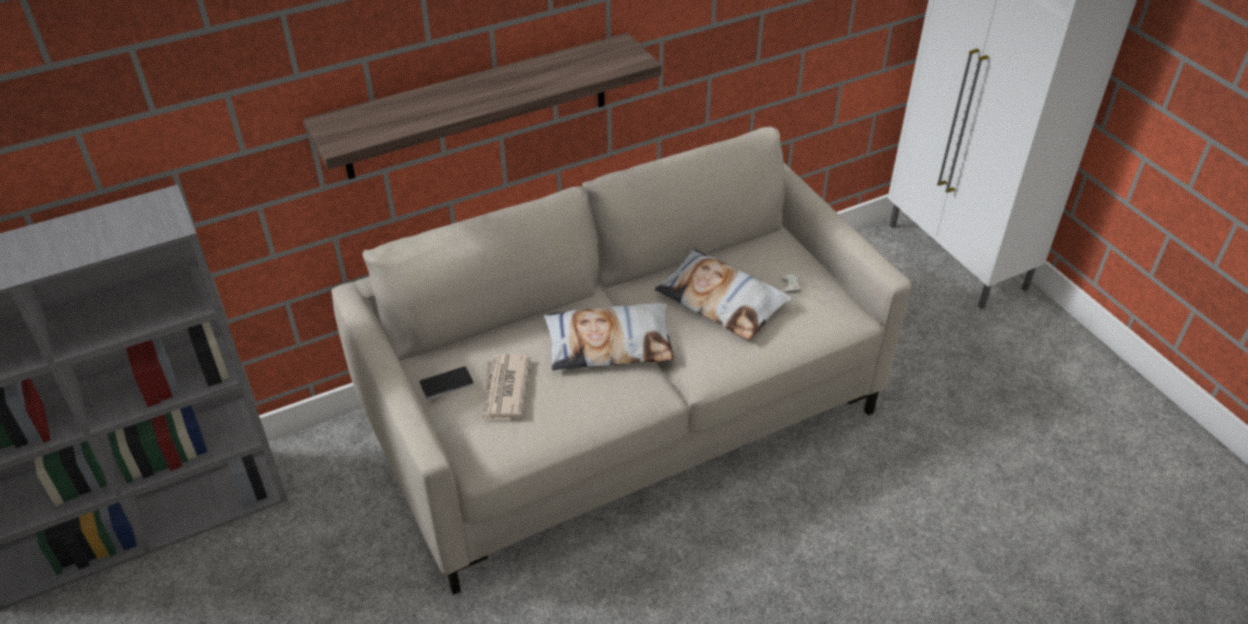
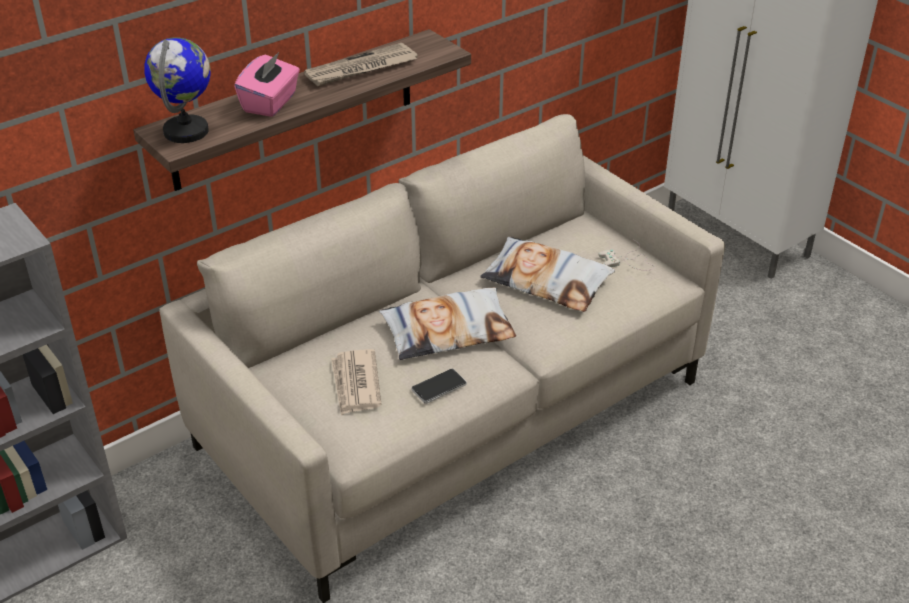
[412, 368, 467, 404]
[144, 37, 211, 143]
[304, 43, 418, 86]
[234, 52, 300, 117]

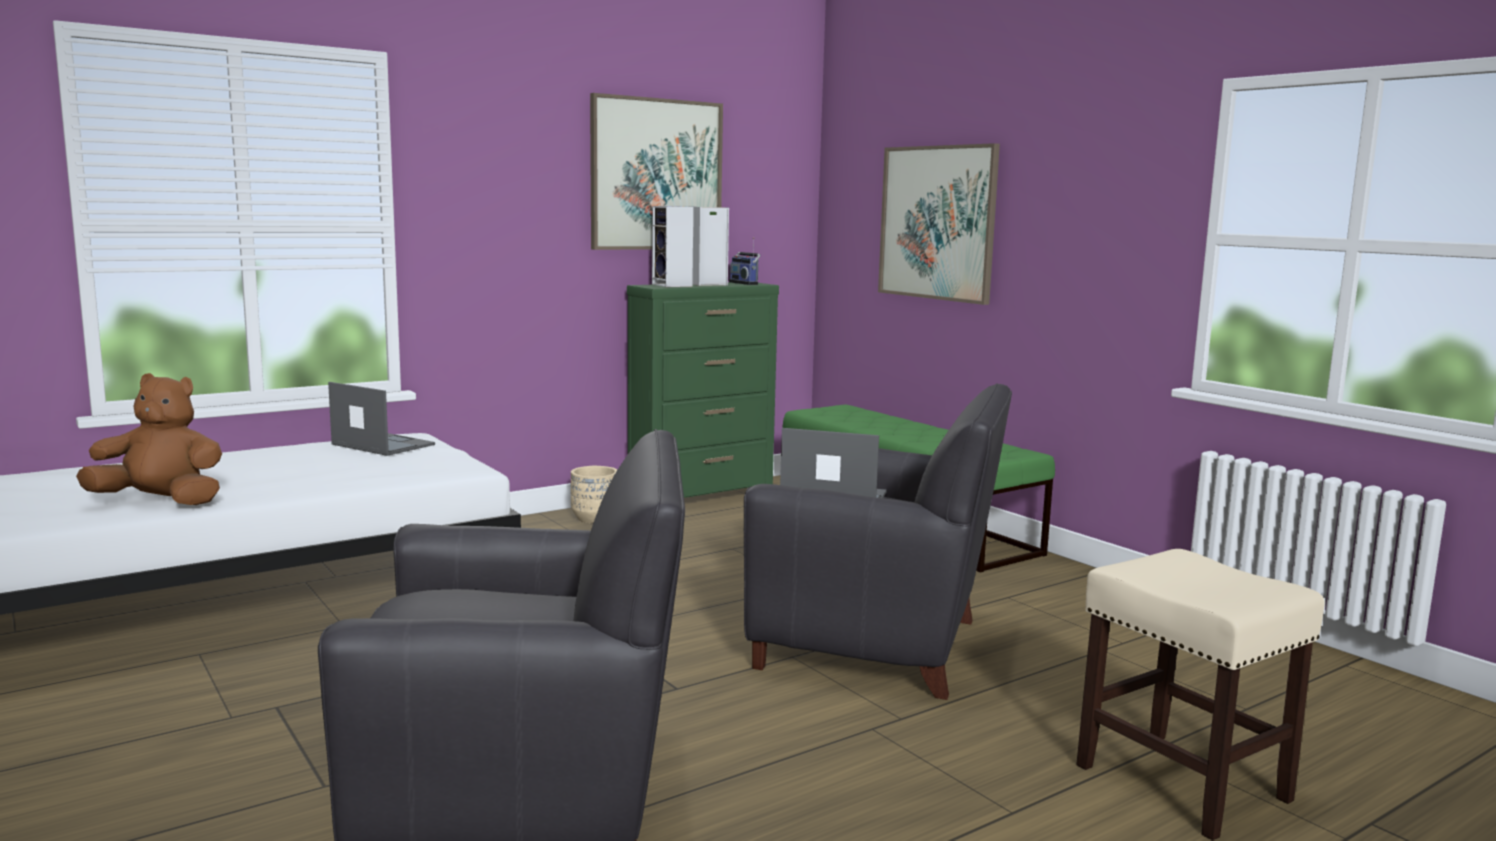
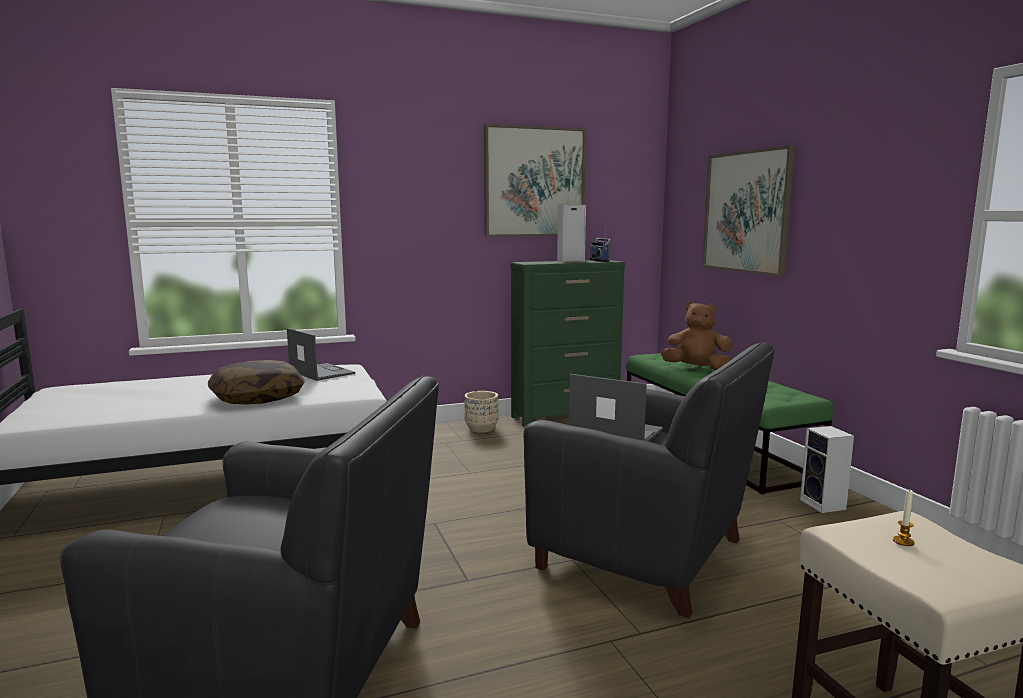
[800, 426, 854, 513]
[661, 301, 732, 370]
[208, 360, 305, 404]
[893, 489, 915, 546]

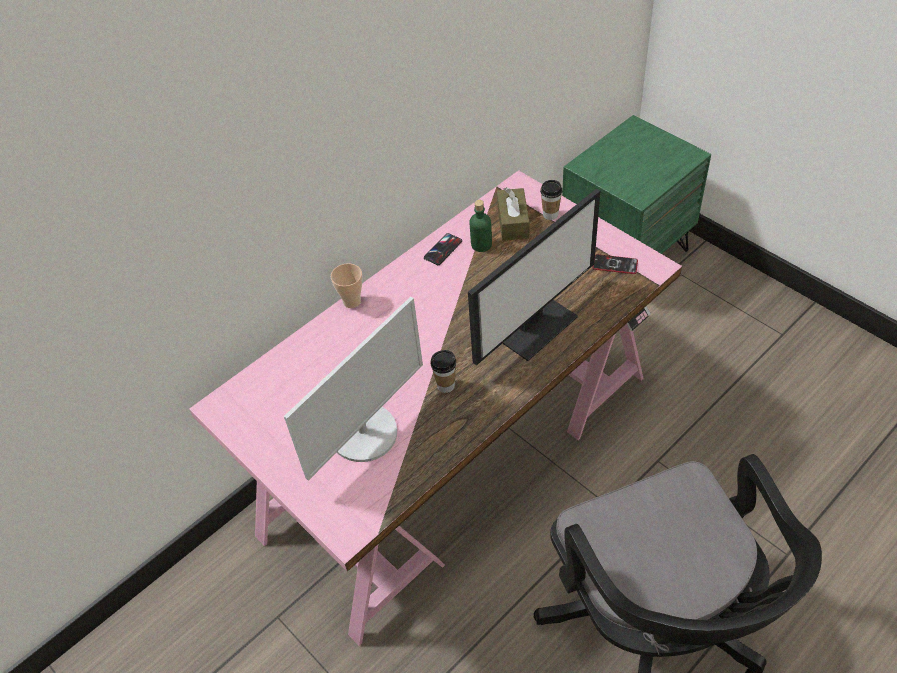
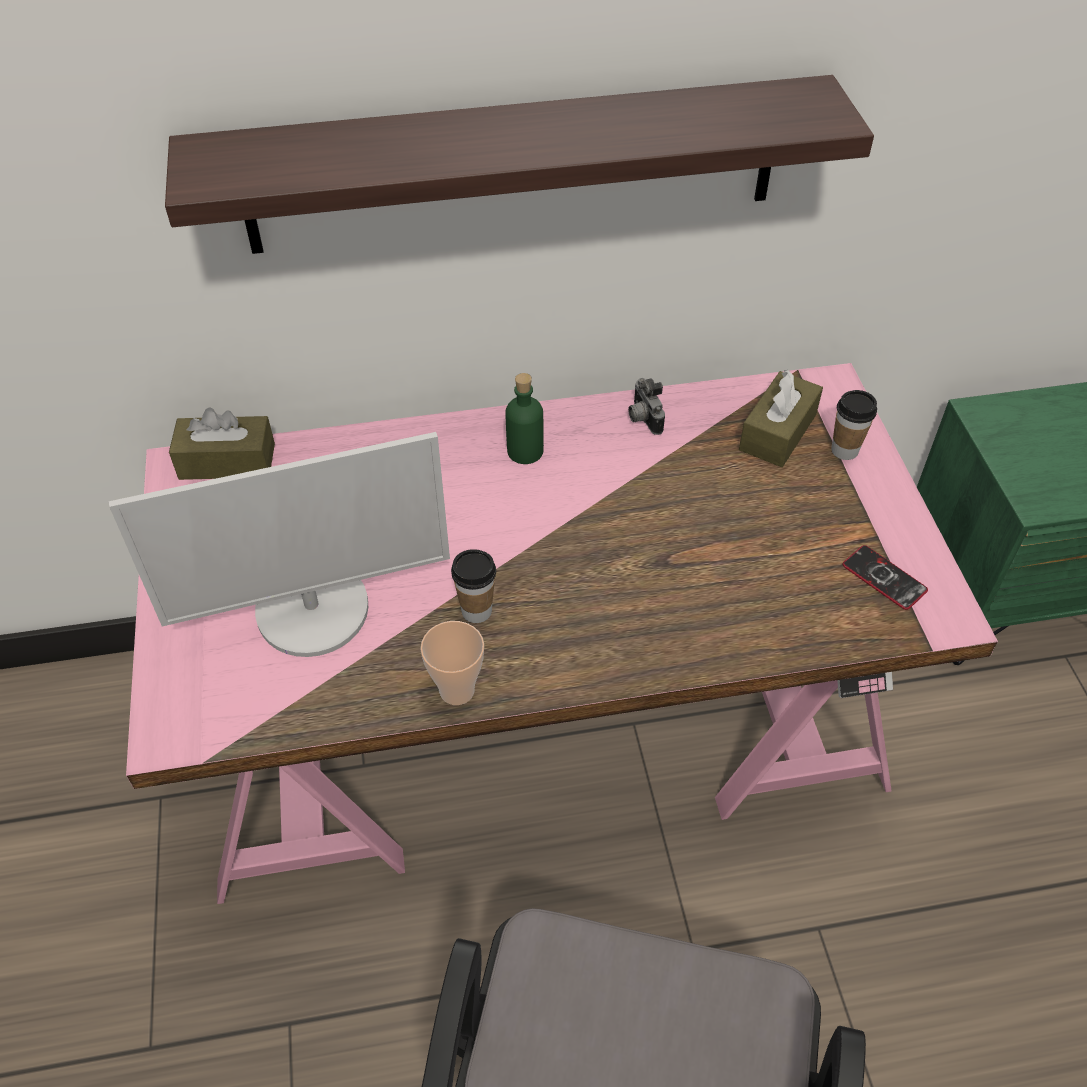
[468, 189, 600, 366] (first image)
[505, 373, 544, 464]
[628, 378, 665, 435]
[420, 621, 484, 705]
[165, 75, 874, 254]
[169, 407, 275, 480]

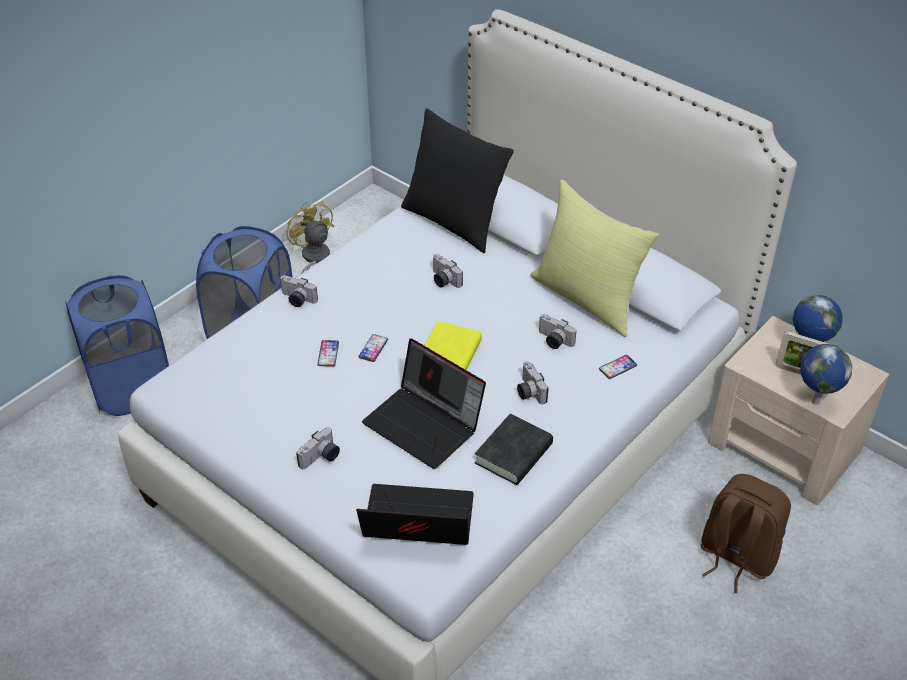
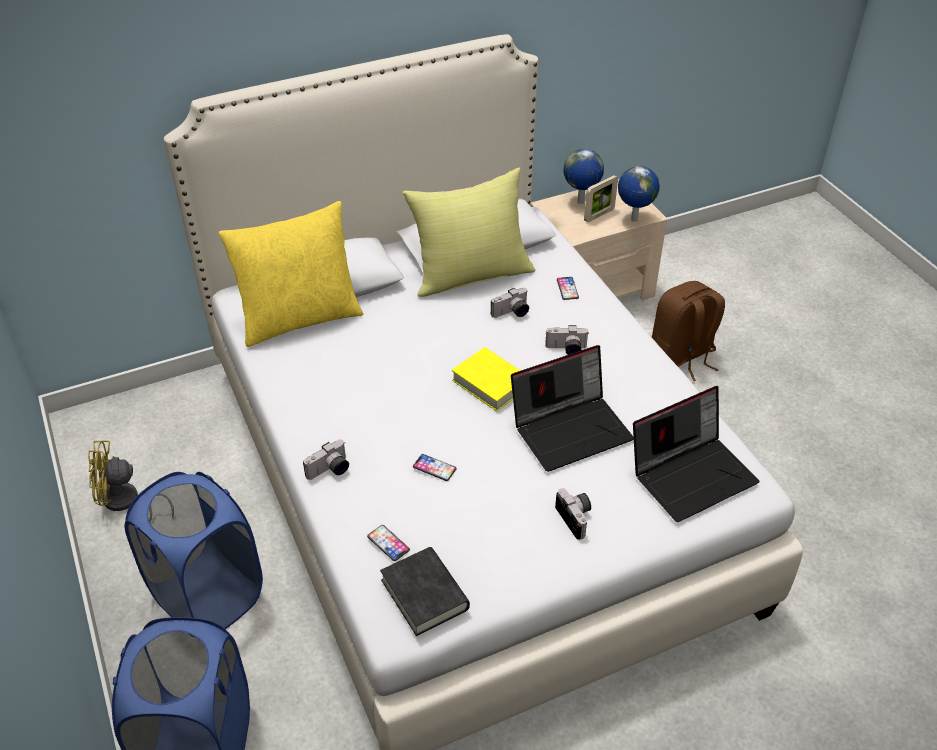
[219, 201, 363, 347]
[432, 254, 463, 288] (first image)
[367, 525, 410, 561]
[380, 547, 470, 636]
[633, 386, 760, 522]

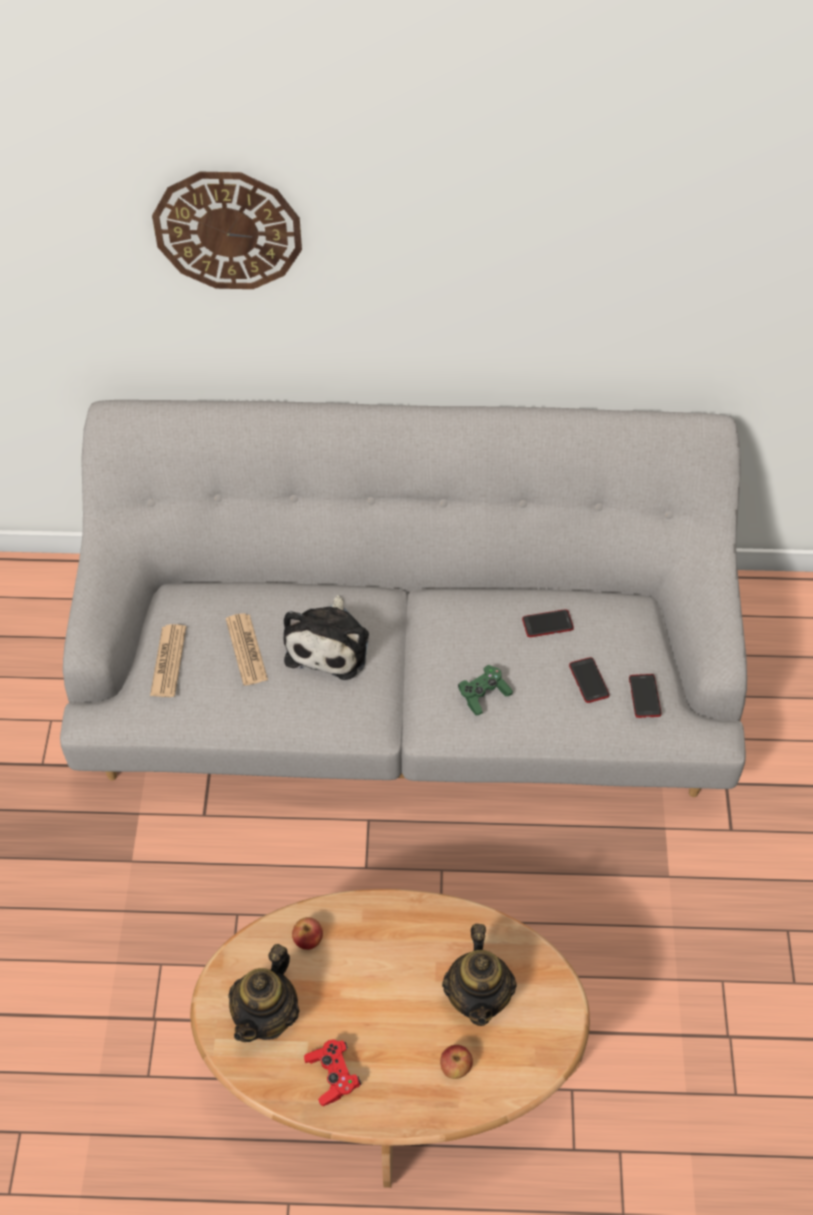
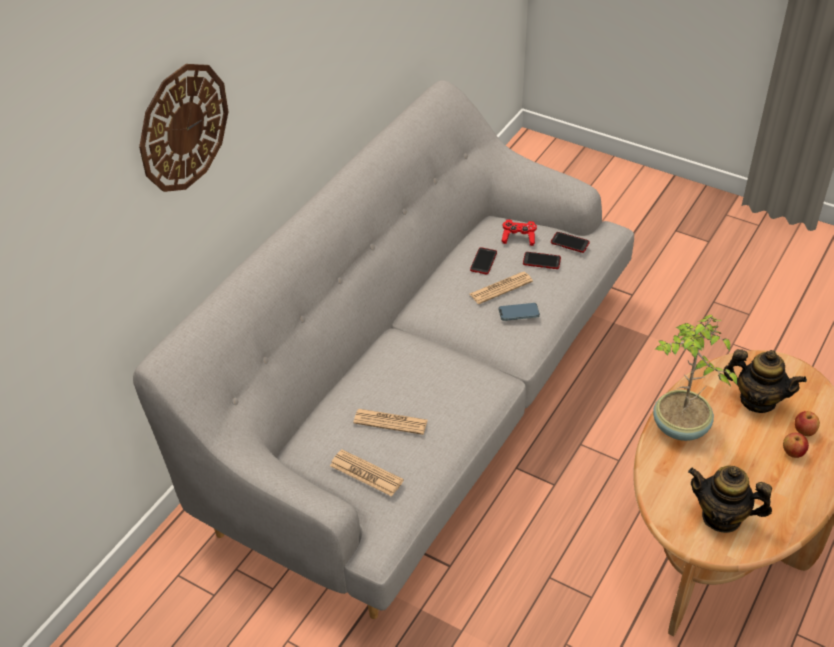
[284, 595, 369, 680] (first image)
[499, 303, 540, 321]
[783, 432, 809, 458]
[688, 466, 772, 533]
[501, 220, 537, 246]
[470, 272, 533, 304]
[653, 315, 737, 441]

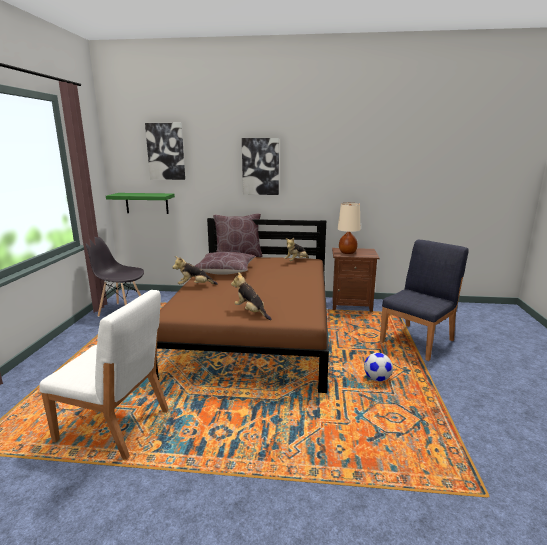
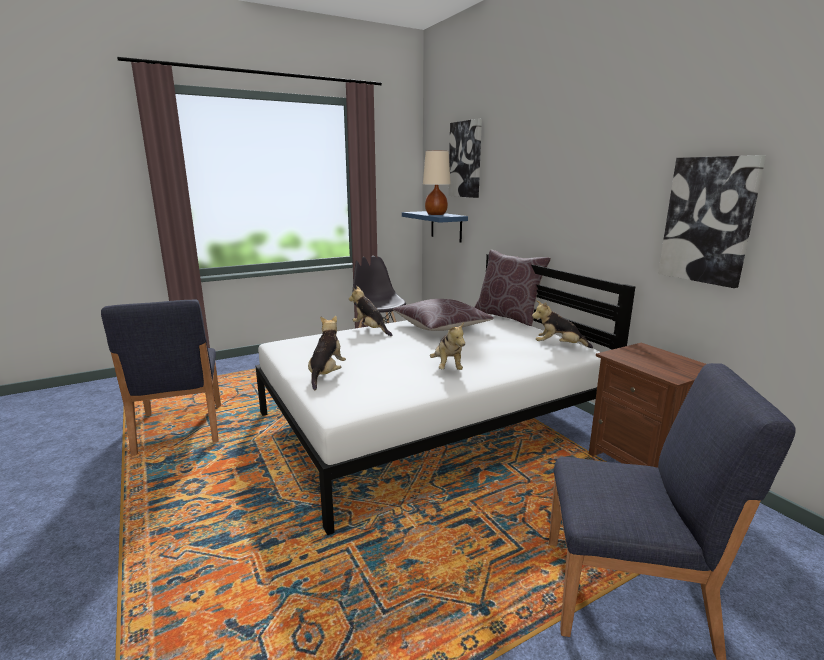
[658, 155, 766, 288]
[402, 211, 468, 243]
[423, 151, 451, 215]
[255, 254, 636, 535]
[101, 299, 221, 456]
[364, 353, 393, 381] (first image)
[430, 322, 465, 370]

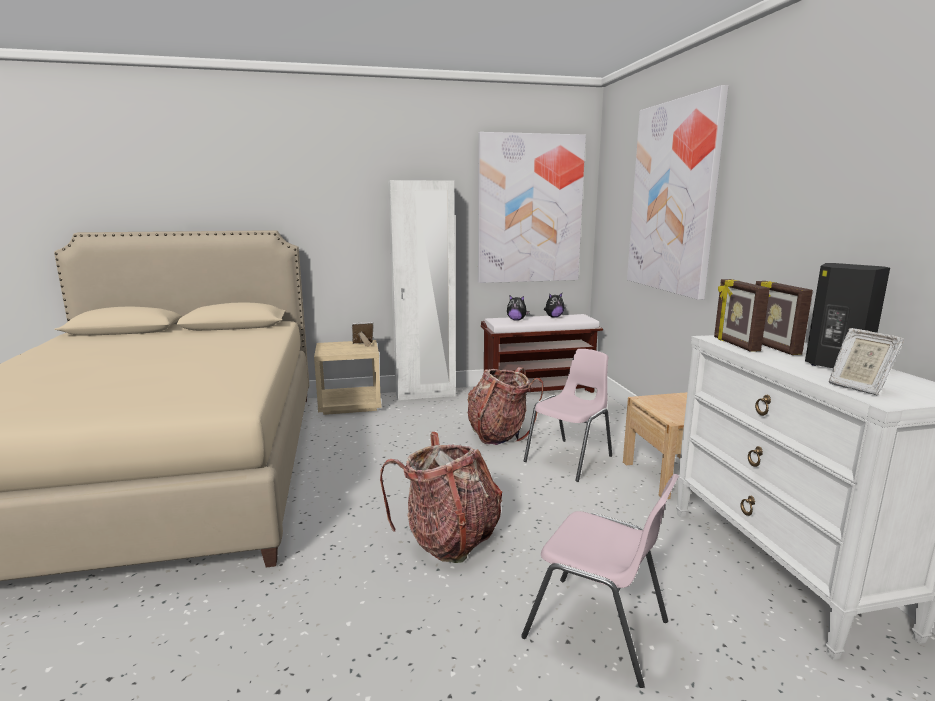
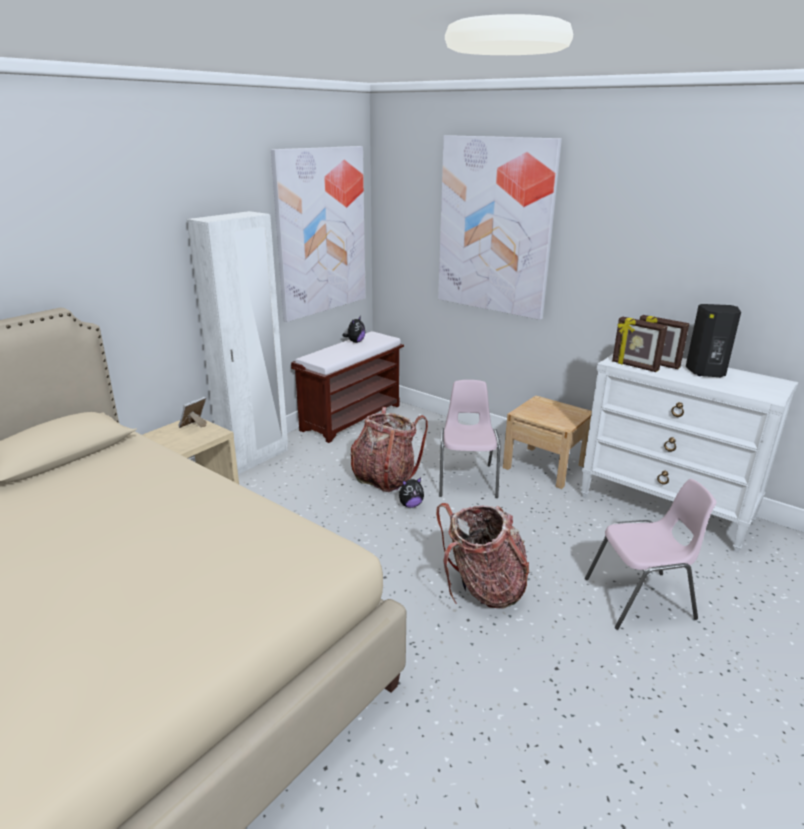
[399, 477, 424, 508]
[829, 328, 904, 396] (first image)

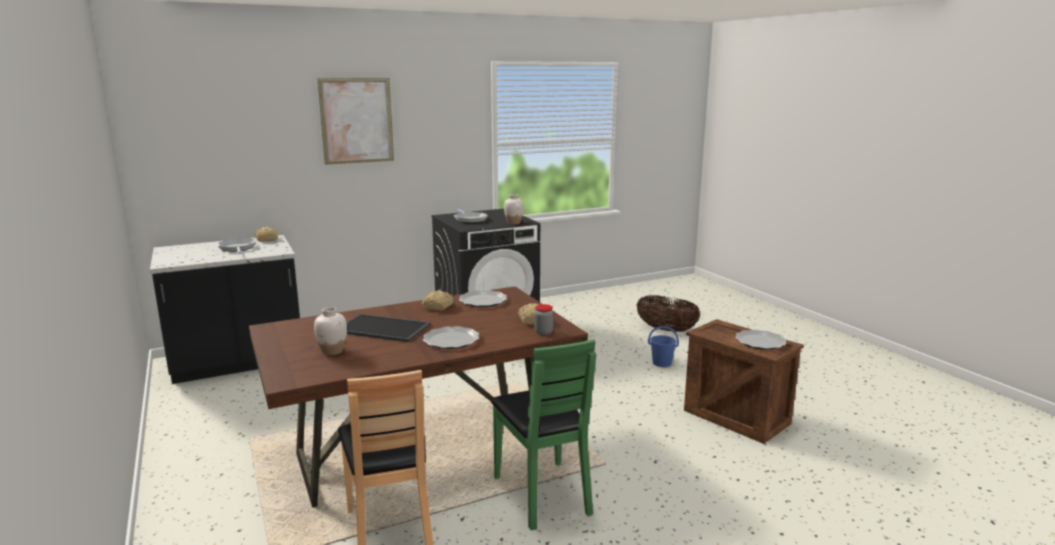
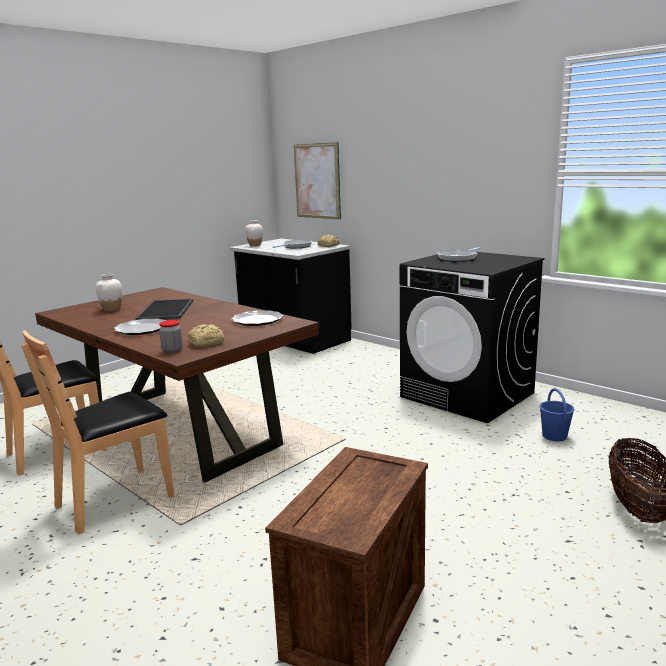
[294, 142, 341, 219]
[245, 220, 263, 246]
[422, 291, 454, 311] (first image)
[540, 388, 574, 441]
[735, 330, 786, 350] (first image)
[21, 330, 174, 534]

